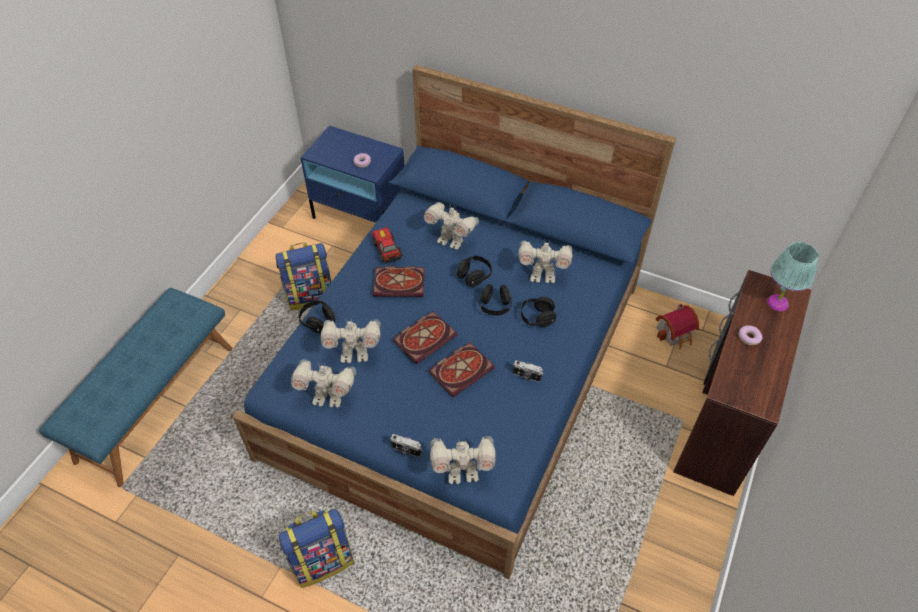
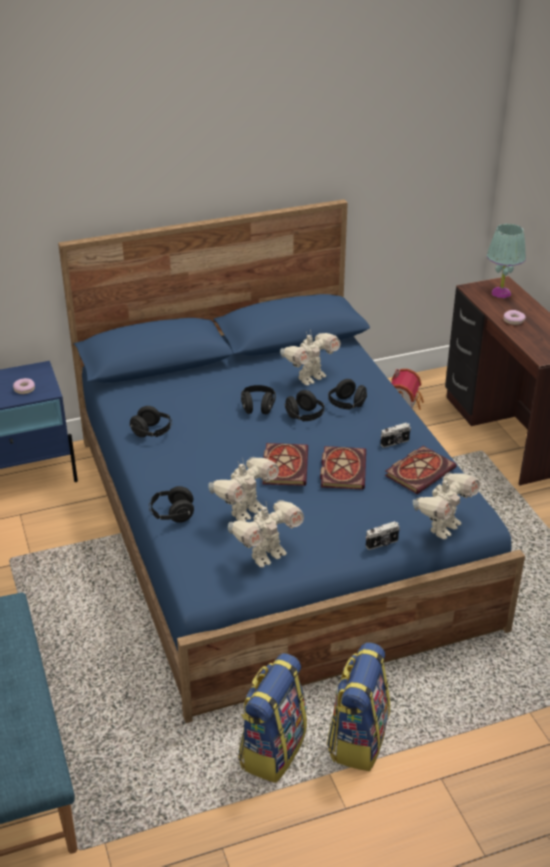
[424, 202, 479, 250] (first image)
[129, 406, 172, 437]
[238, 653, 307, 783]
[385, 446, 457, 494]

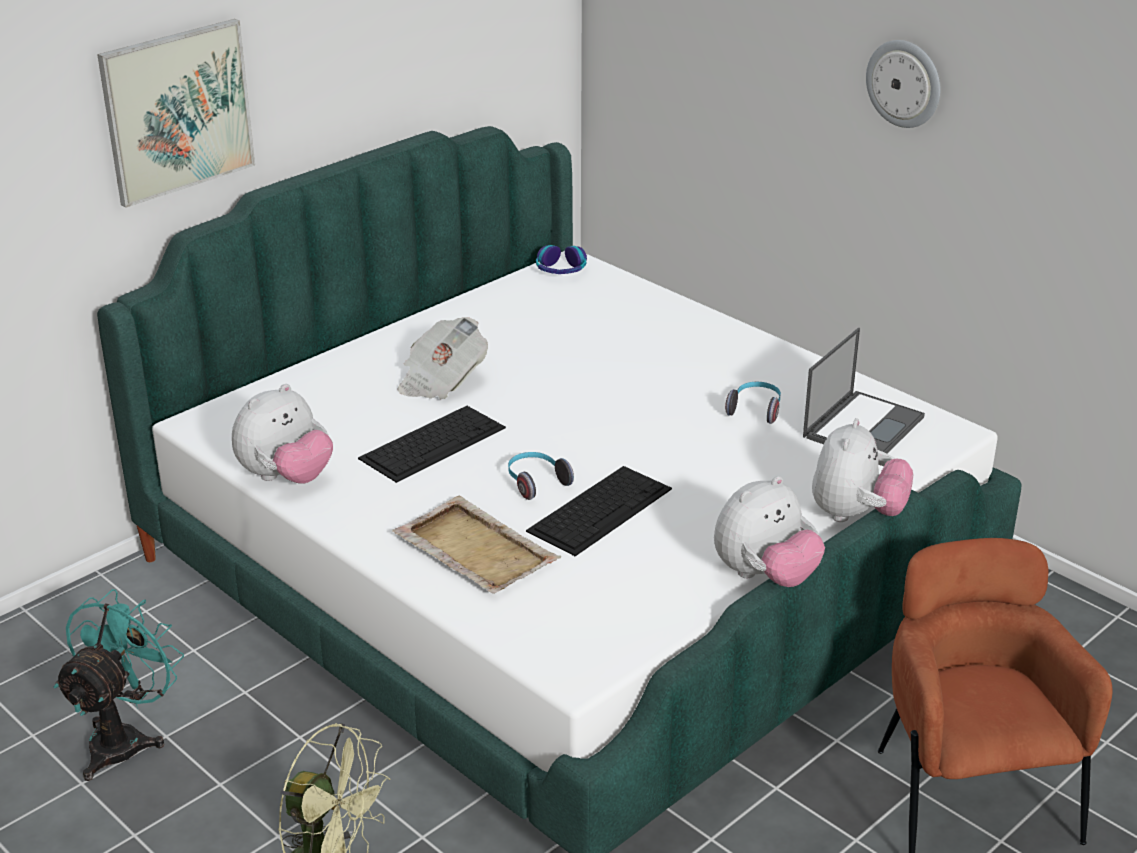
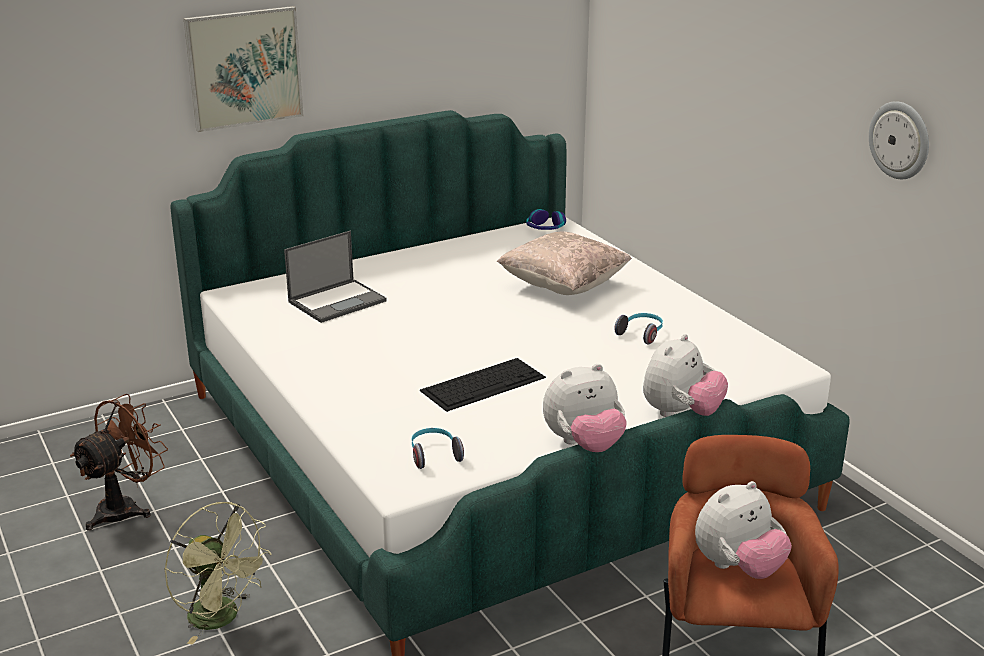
[869, 101, 929, 179]
[397, 317, 488, 399] (first image)
[284, 231, 386, 323]
[695, 481, 792, 579]
[358, 406, 506, 483] (first image)
[412, 428, 464, 469]
[392, 496, 561, 594] (first image)
[70, 394, 168, 531]
[497, 232, 632, 295]

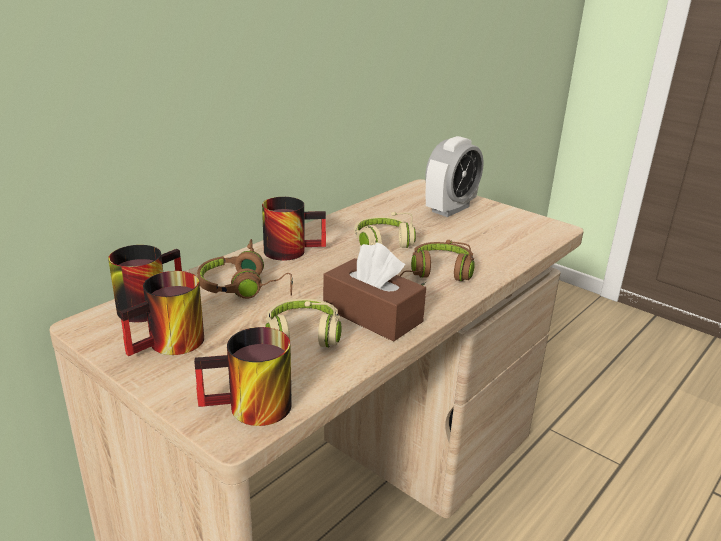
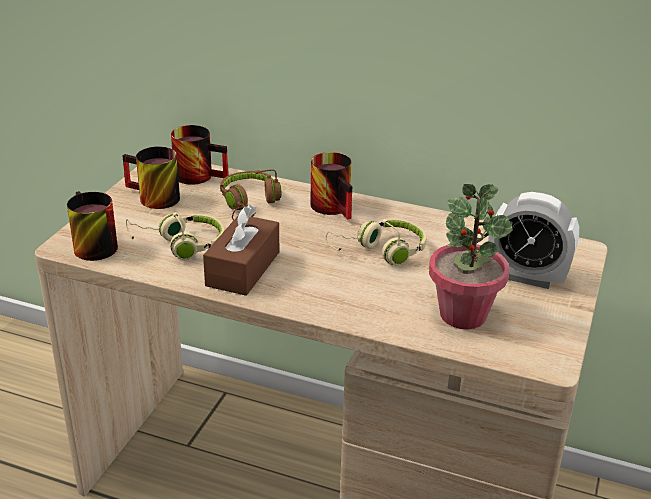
[400, 240, 475, 285] (first image)
[429, 184, 513, 329]

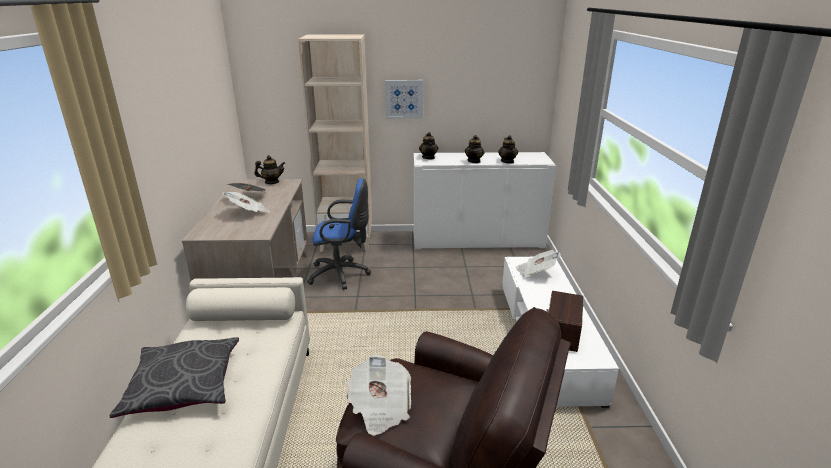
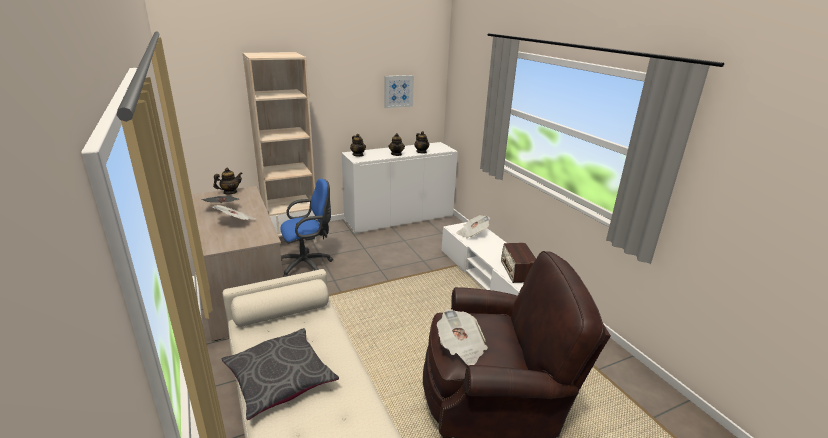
[384, 75, 414, 108]

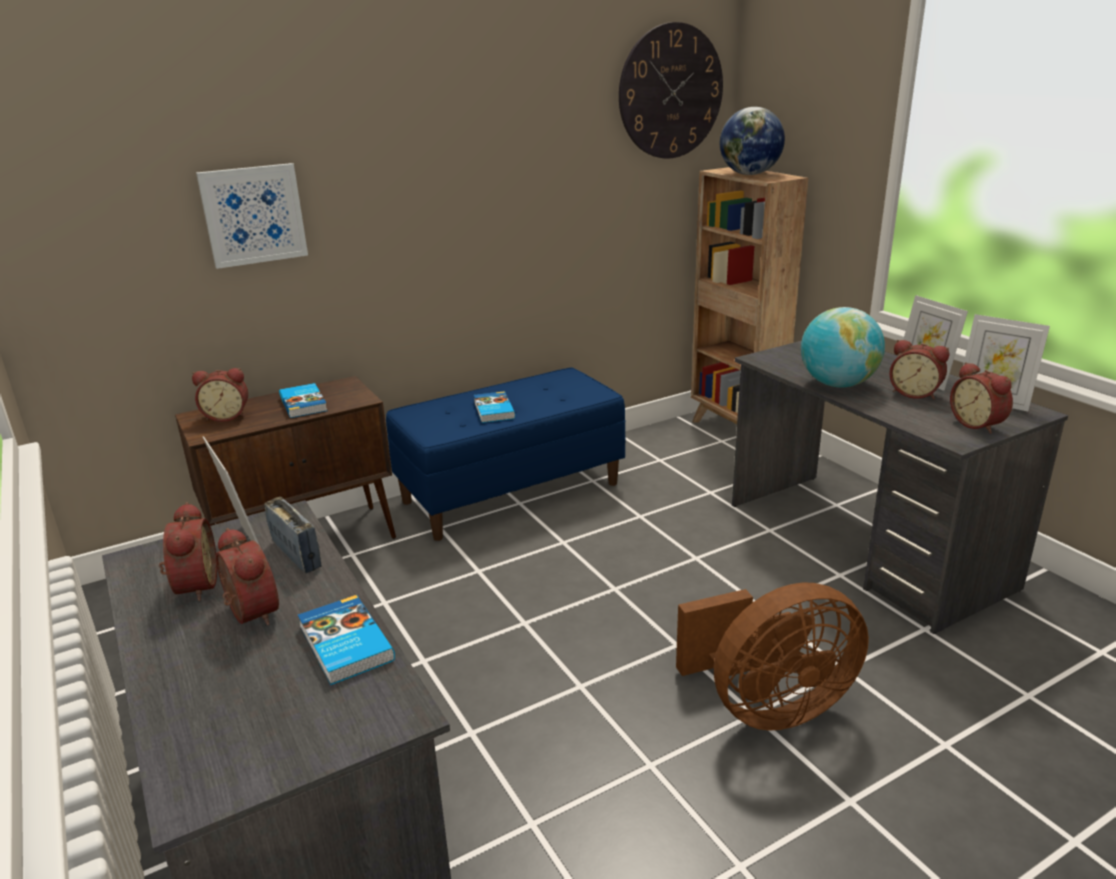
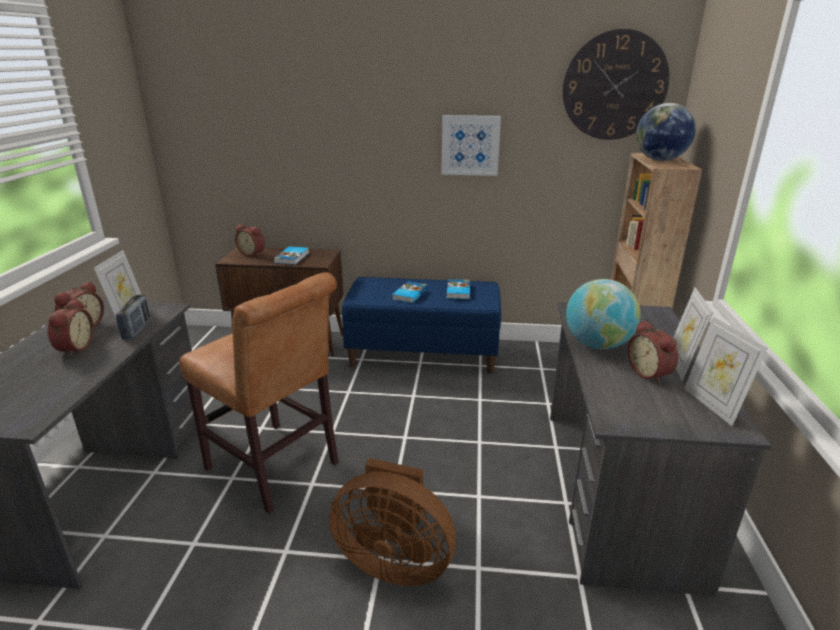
[441, 115, 501, 176]
[950, 362, 1013, 434] (first image)
[447, 279, 470, 299]
[179, 272, 339, 514]

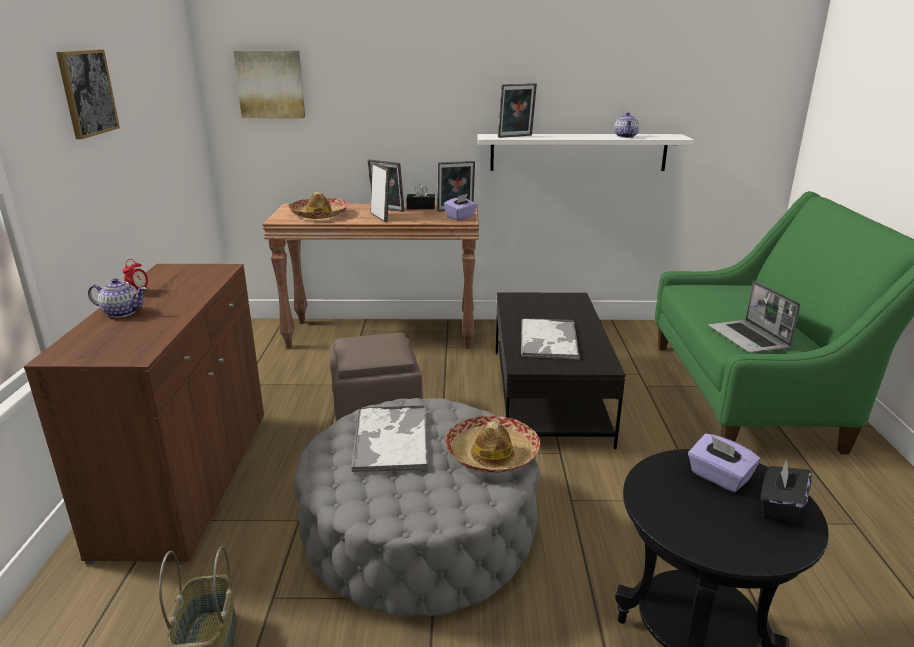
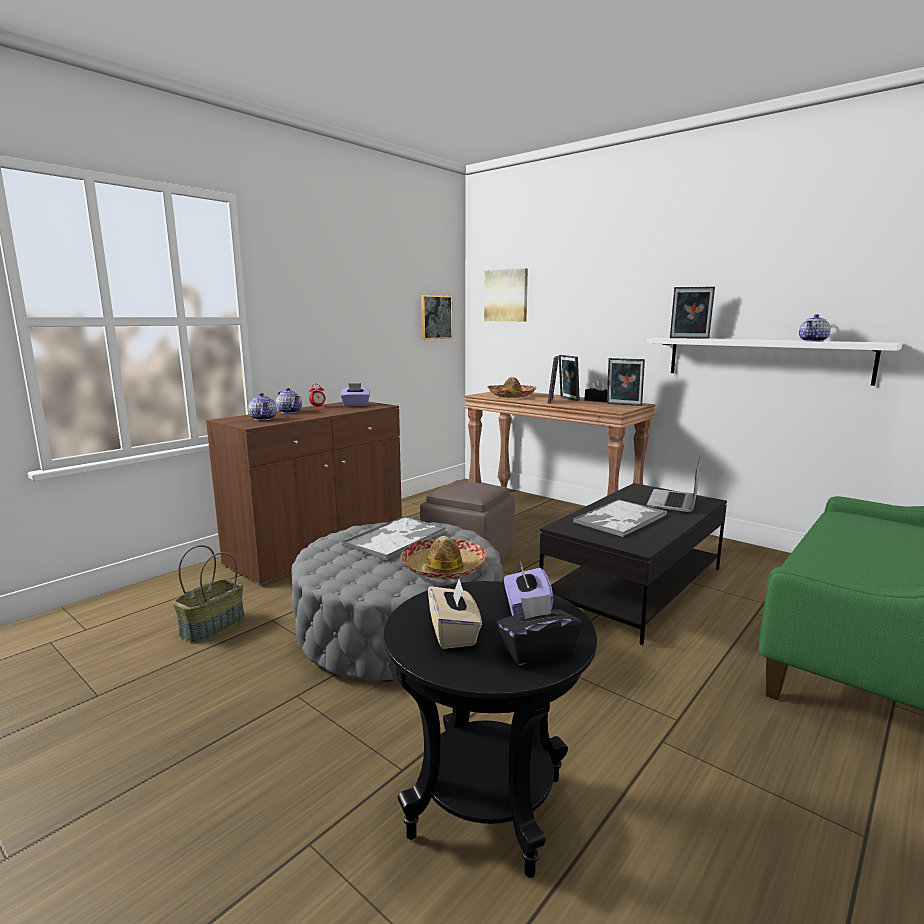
[421, 295, 453, 340]
[340, 383, 370, 407]
[647, 456, 700, 513]
[248, 393, 277, 420]
[428, 577, 482, 649]

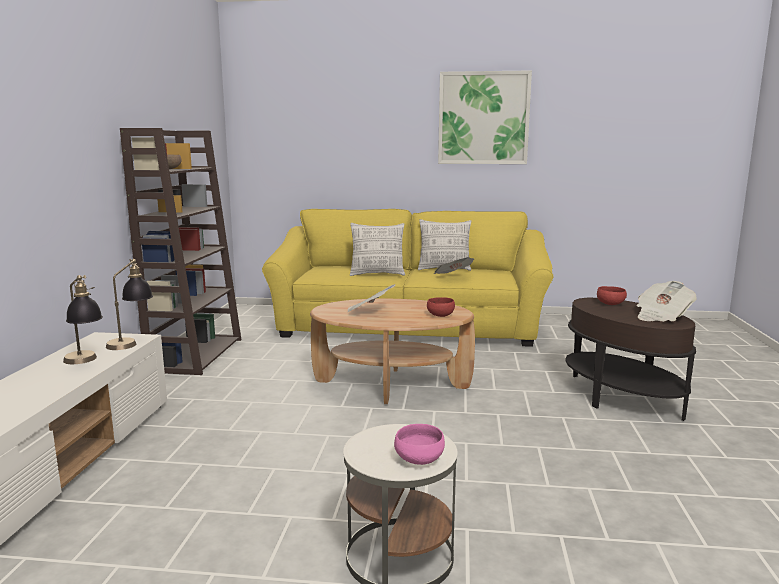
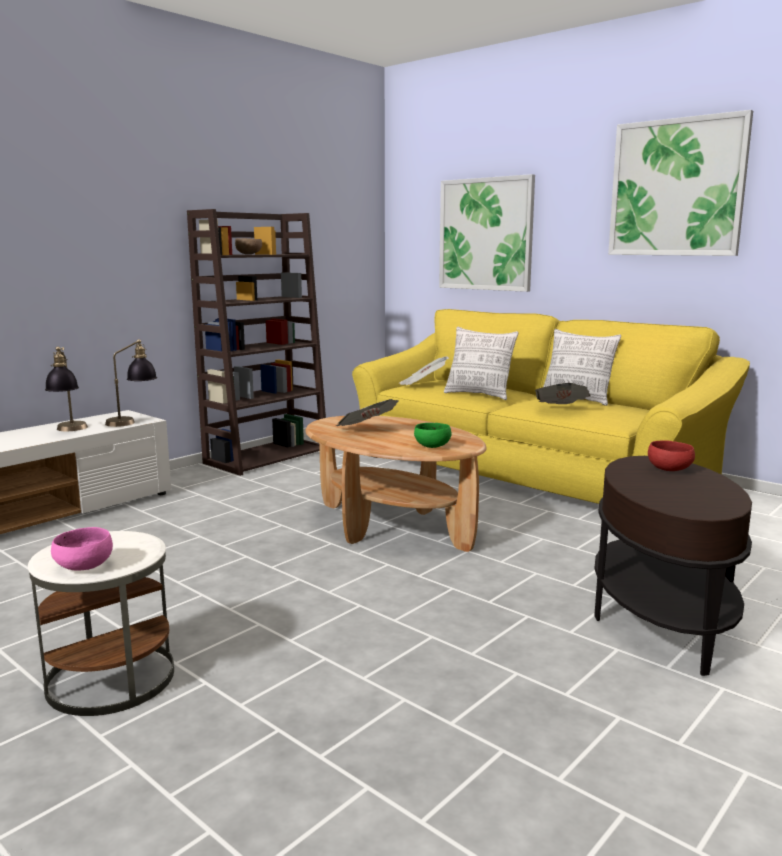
[399, 356, 449, 385]
[414, 423, 451, 448]
[439, 174, 535, 292]

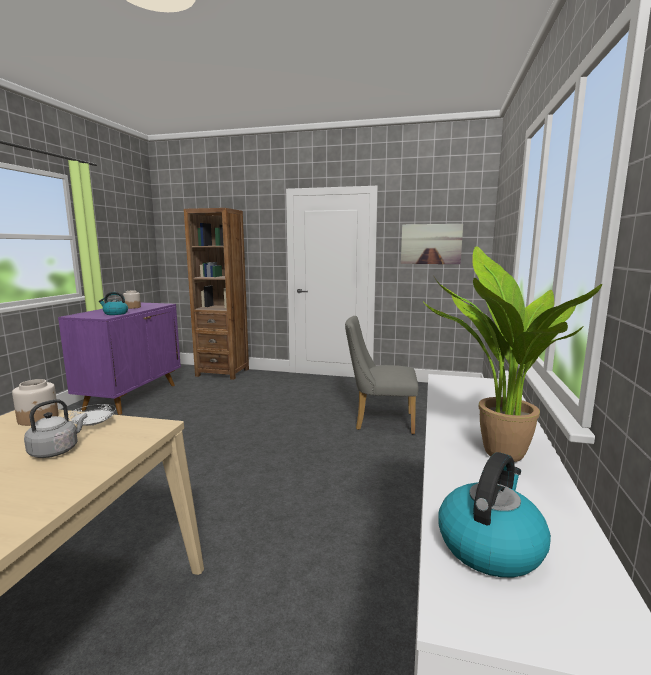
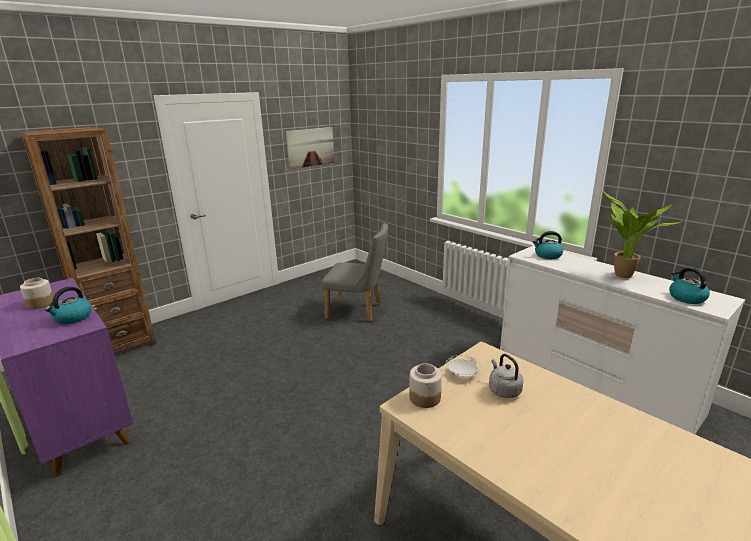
[322, 223, 388, 322]
[532, 231, 563, 259]

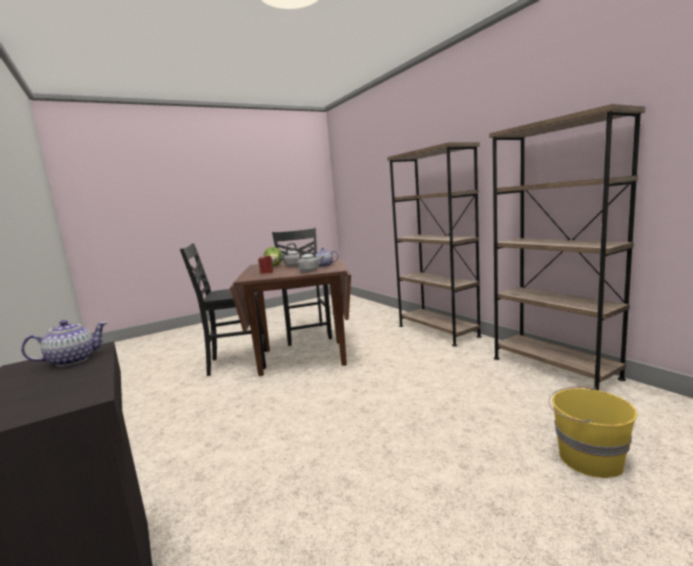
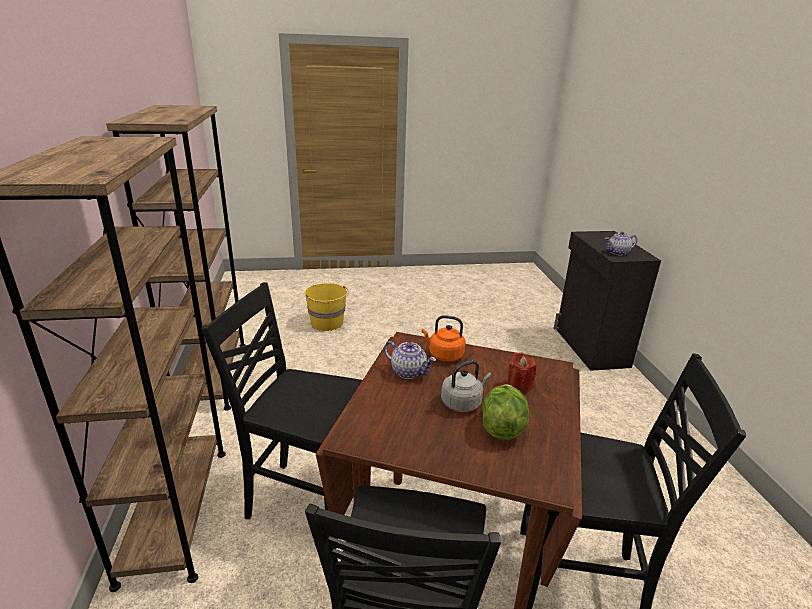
[422, 315, 466, 362]
[202, 282, 362, 549]

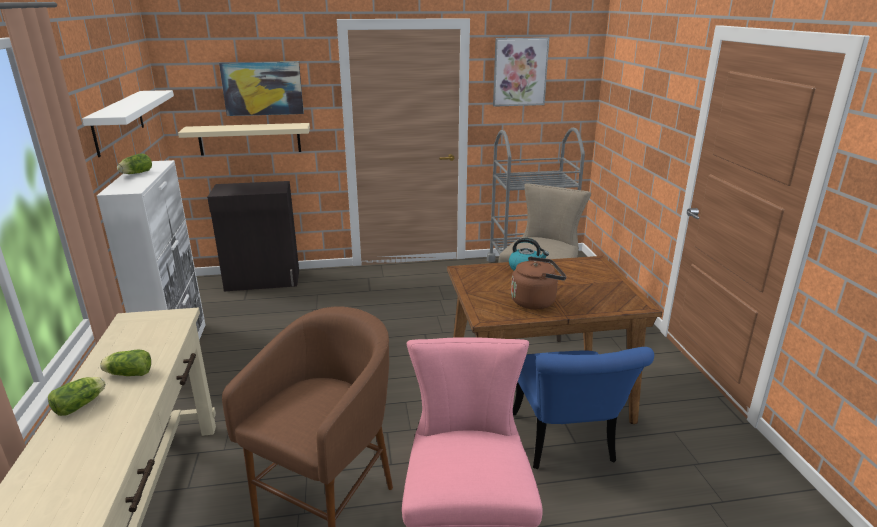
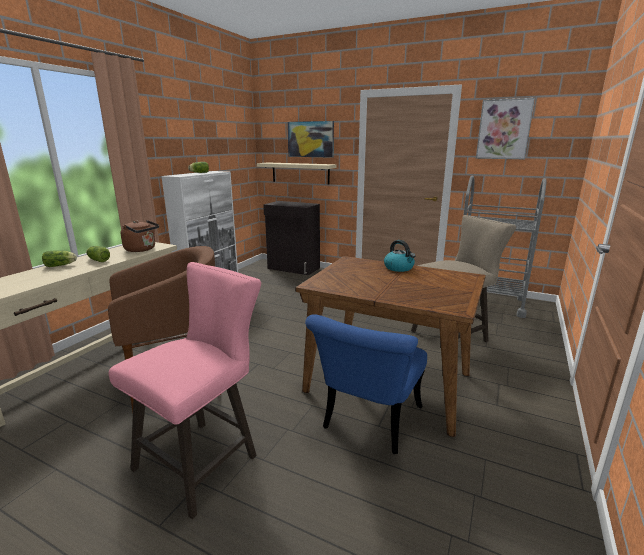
[82, 90, 174, 157] (first image)
[120, 220, 159, 252]

